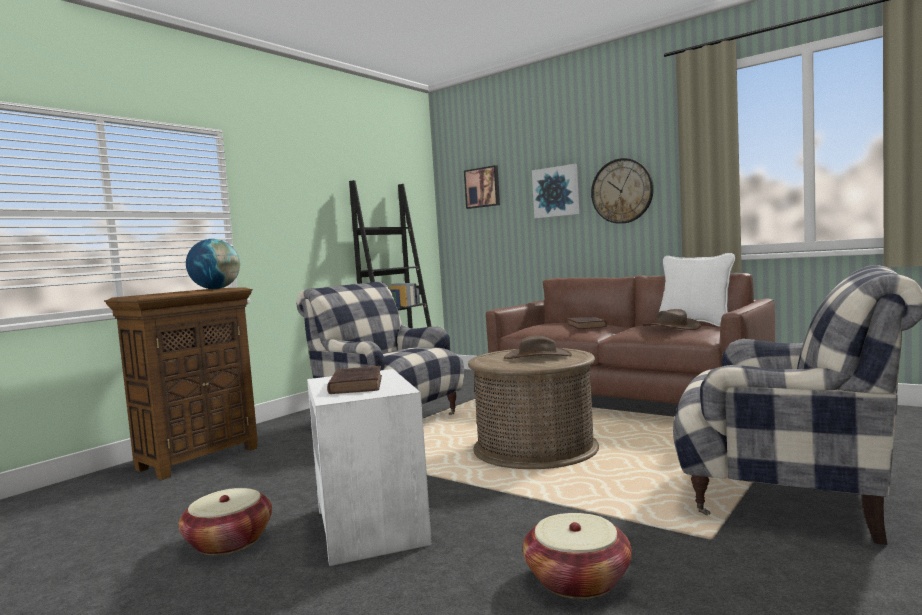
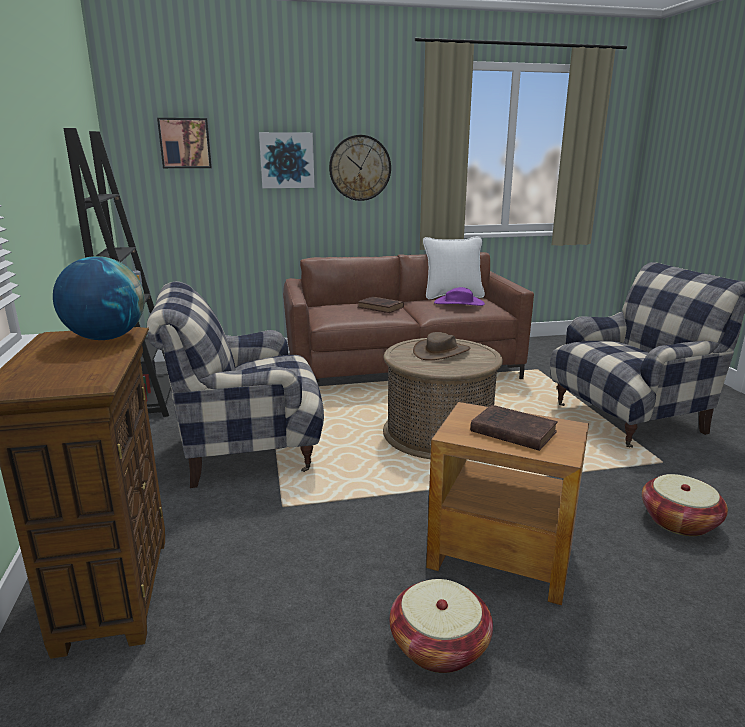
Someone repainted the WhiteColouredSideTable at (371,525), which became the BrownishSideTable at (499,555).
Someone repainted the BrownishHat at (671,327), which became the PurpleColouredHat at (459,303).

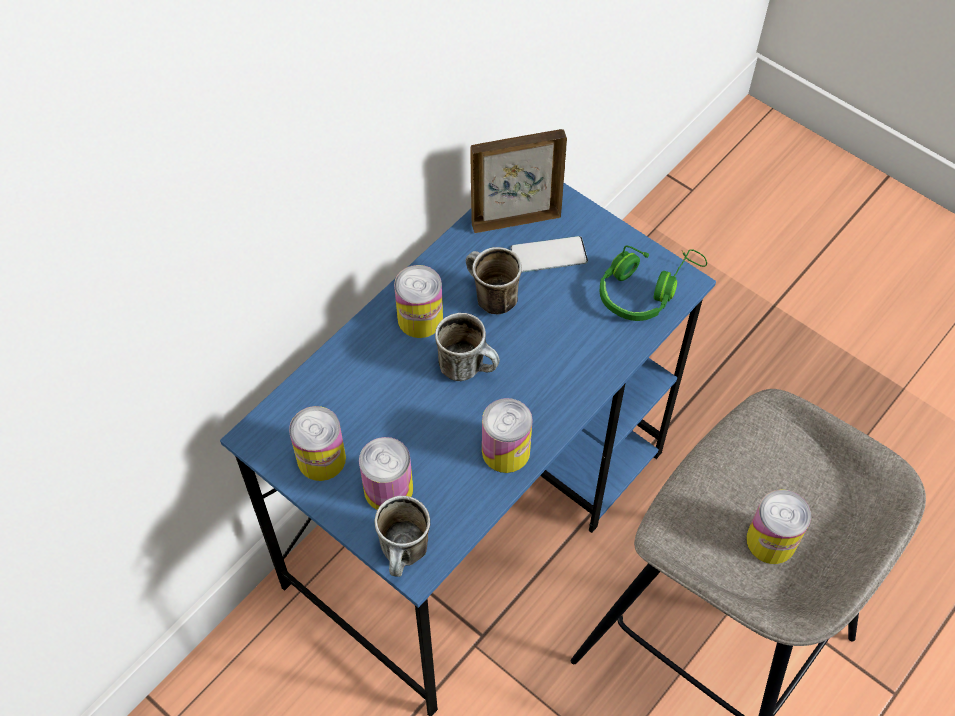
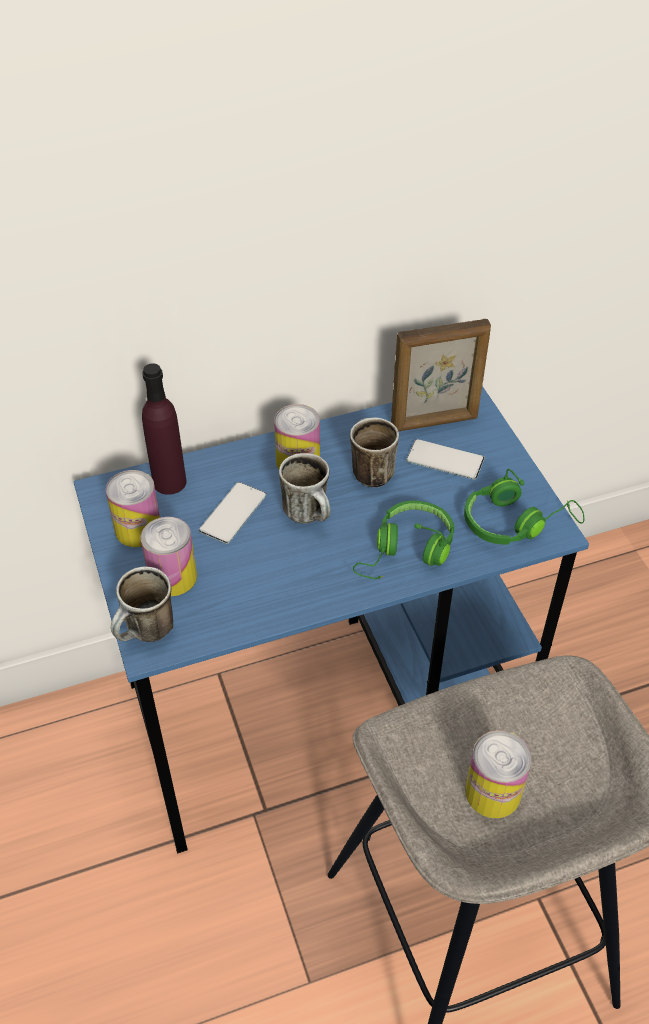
Someone rotated the PictureFrame at (515,220) by 150 degrees clockwise.
Someone took away the Can at (506,451).
Someone put down the PurpleColouredBeverageBottle at (169,482).
Someone put down the Telephone at (233,513).
Someone put down the GreenishHeadset at (407,551).

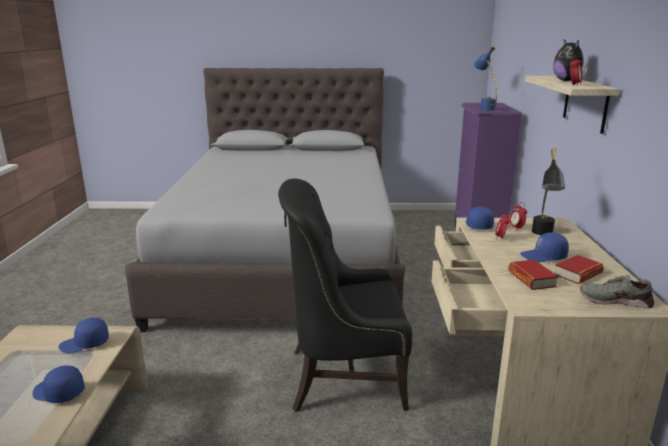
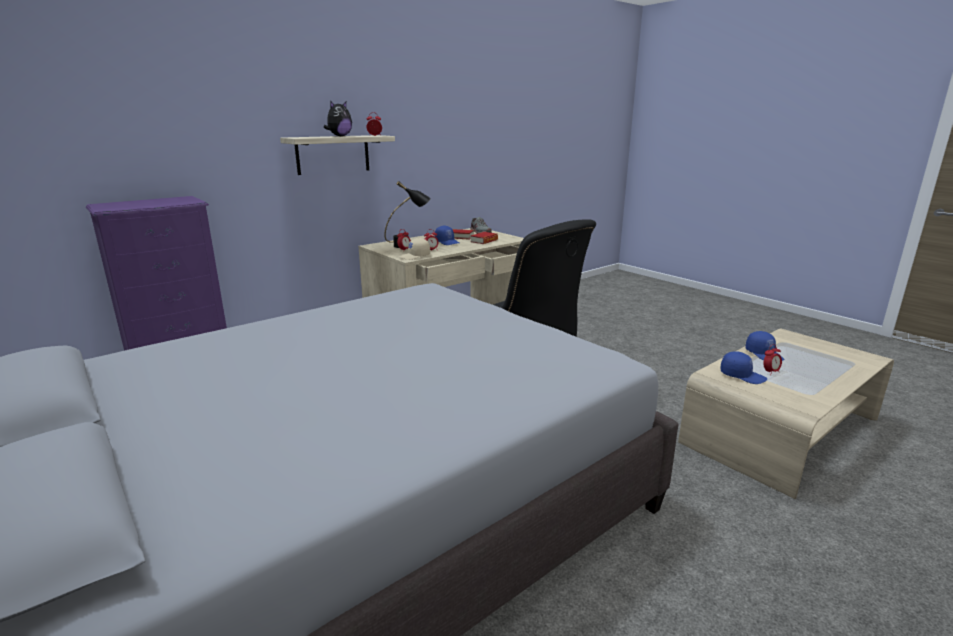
Someone repainted the BluishPeakedCap at (478,225), which became the BeigeColouredPeakedCap at (415,256).
Someone took away the BluishLampForATable at (484,108).
Someone put down the BedsideClock at (770,372).

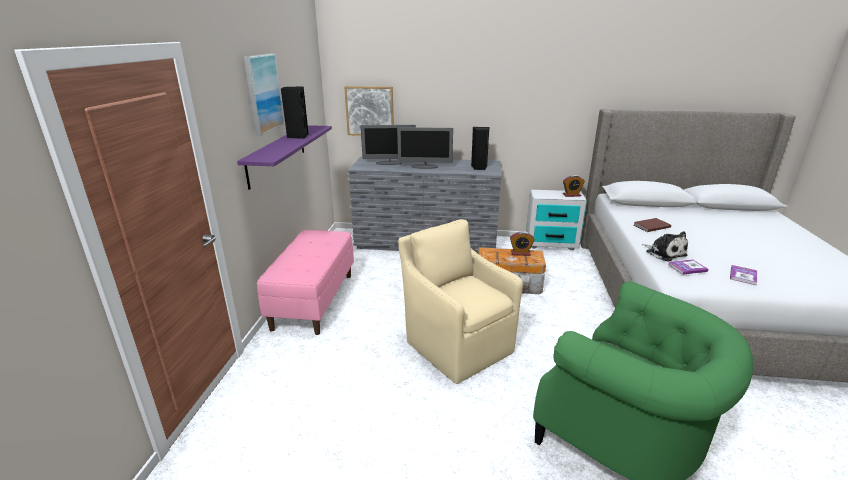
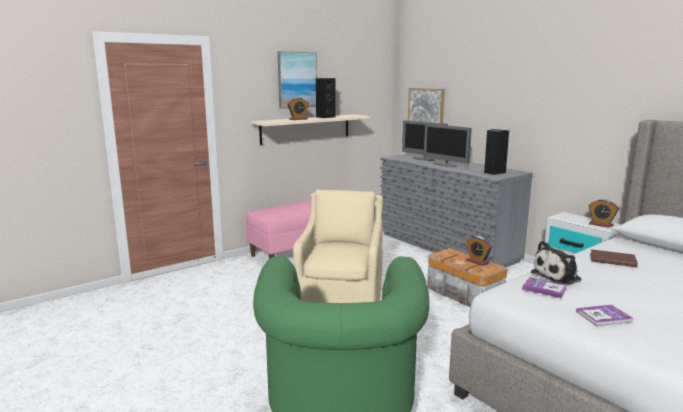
Someone repainted the PurpleColouredBracketShelf at (277,154), which became the BeigeColouredBracketShelf at (306,128).
Someone rotated the SoftToy at (664,253) by 45 degrees clockwise.
Someone put down the BedsideClock at (298,119).

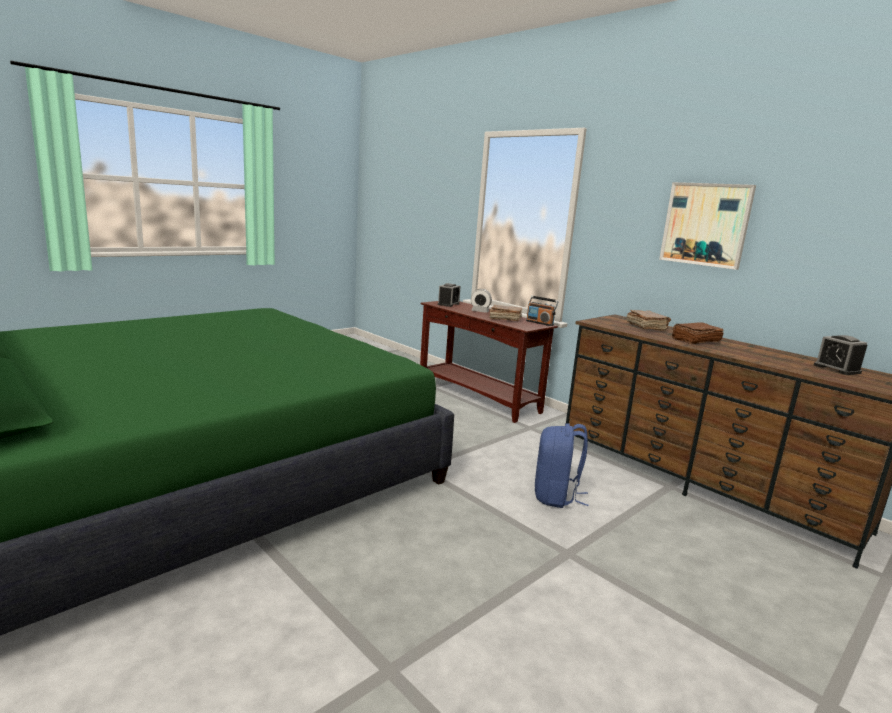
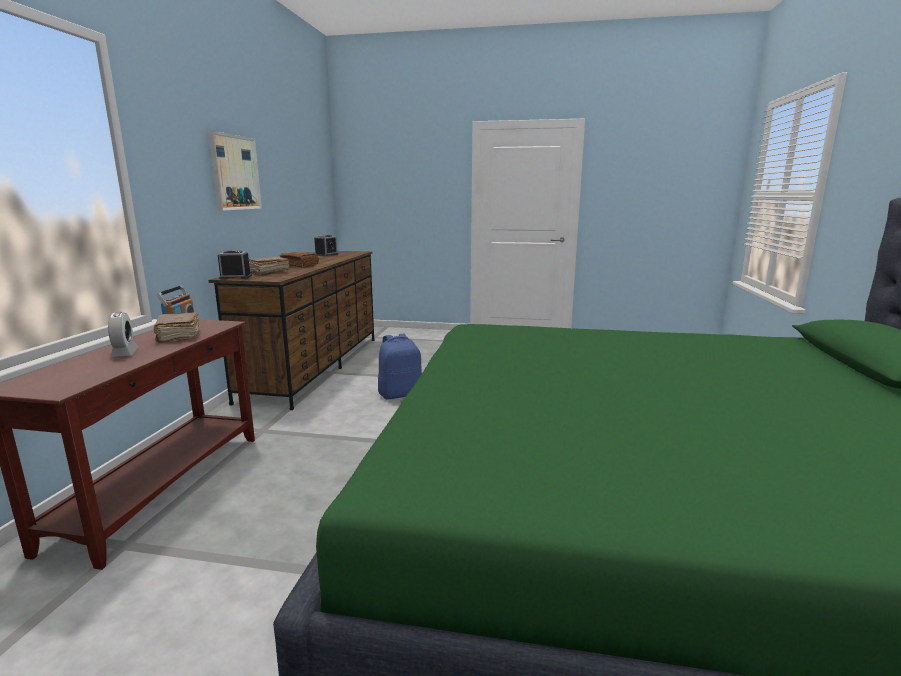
Someone carried the BedsideClock from (448,304) to (235,277).

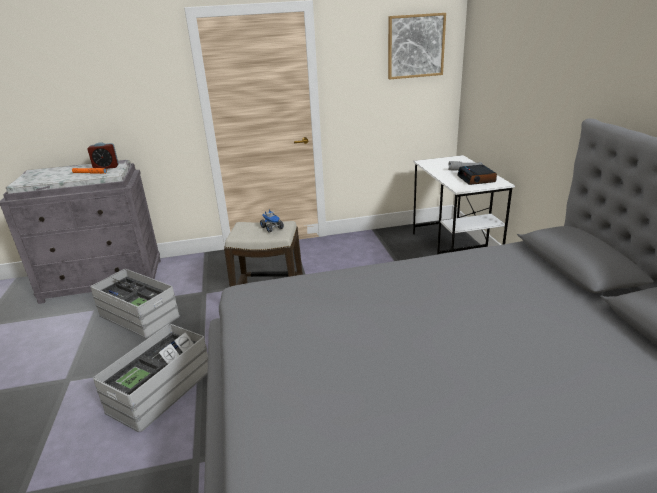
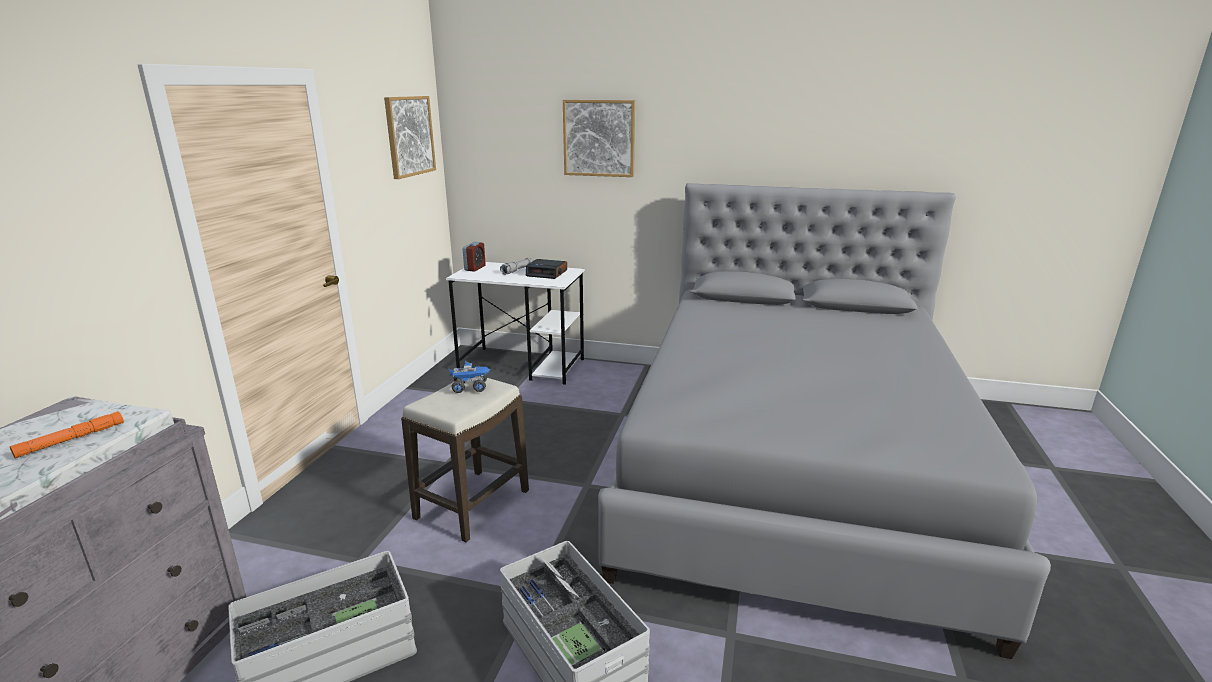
Someone carried the BedsideClock from (106,167) to (475,268).
Someone put up the WallPicture at (599,138).

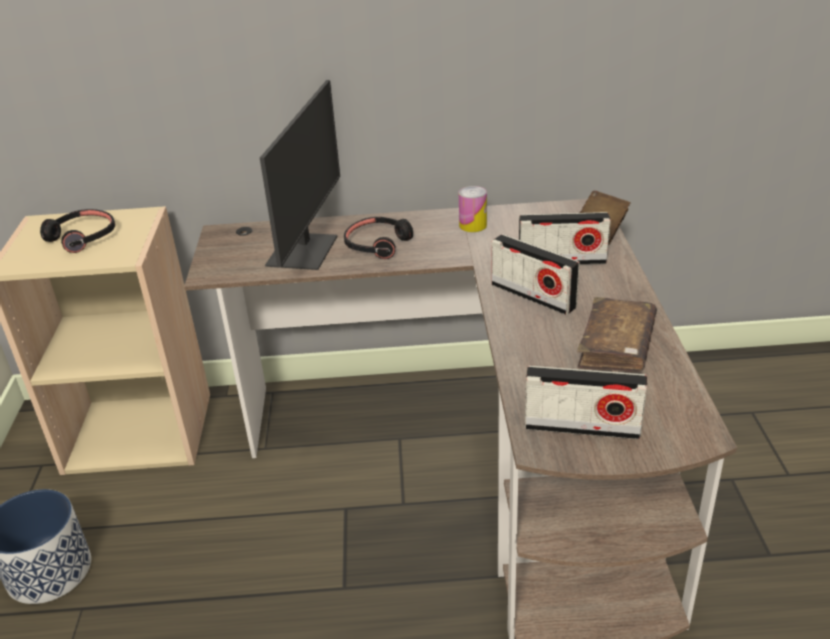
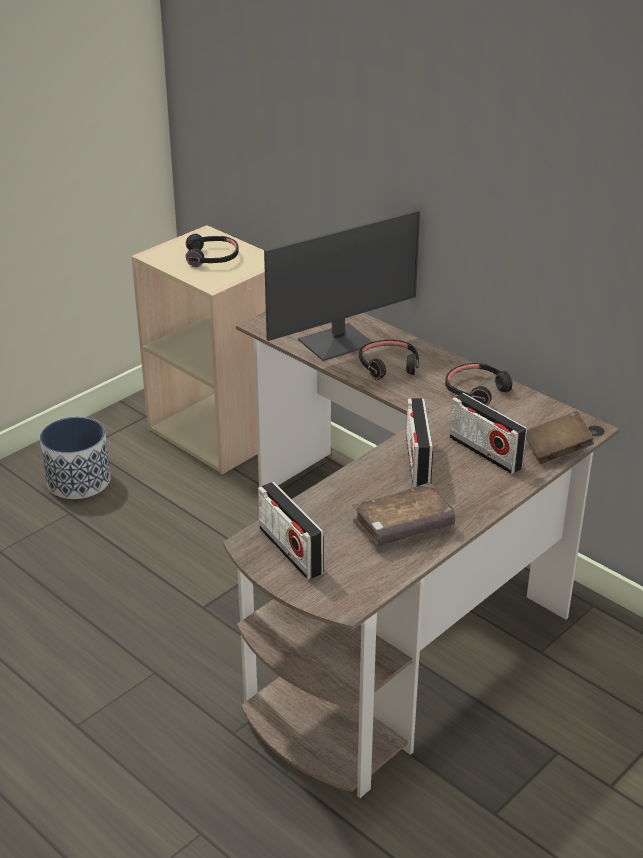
Someone swapped the Can at (473,225) for the BlackishHeadset at (476,390).

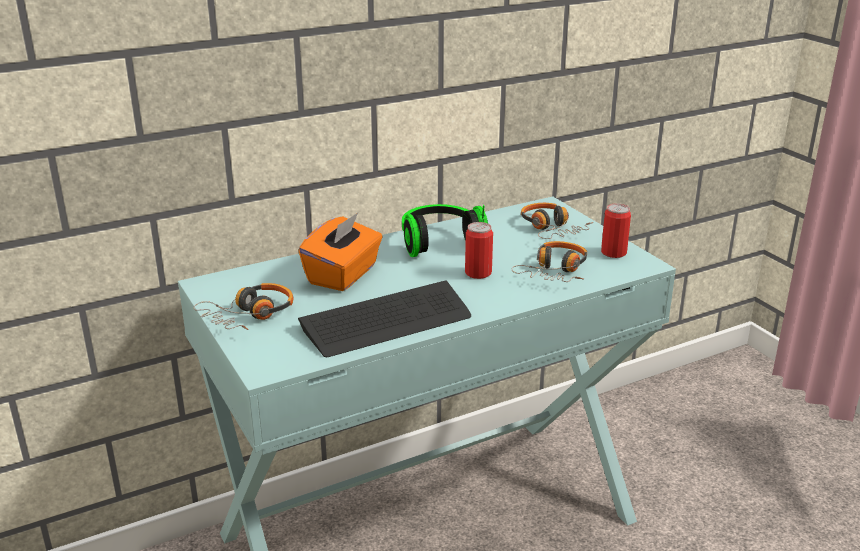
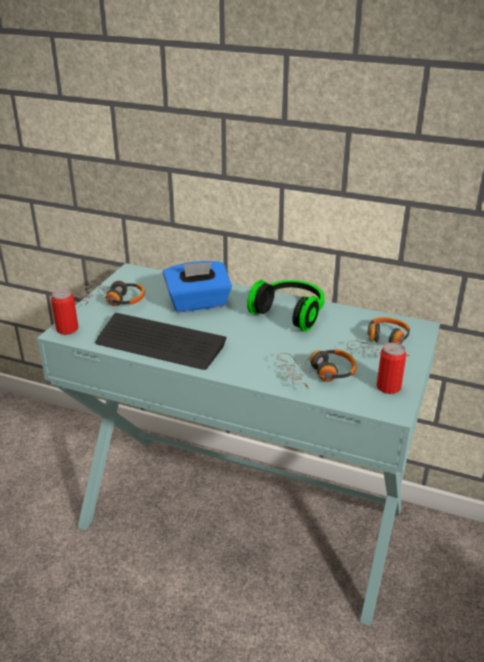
Someone repainted the OrangeColouredBoxOfTissues at (343,275), which became the BluishBoxOfTissues at (198,303).
Someone carried the Can from (478,273) to (67,329).

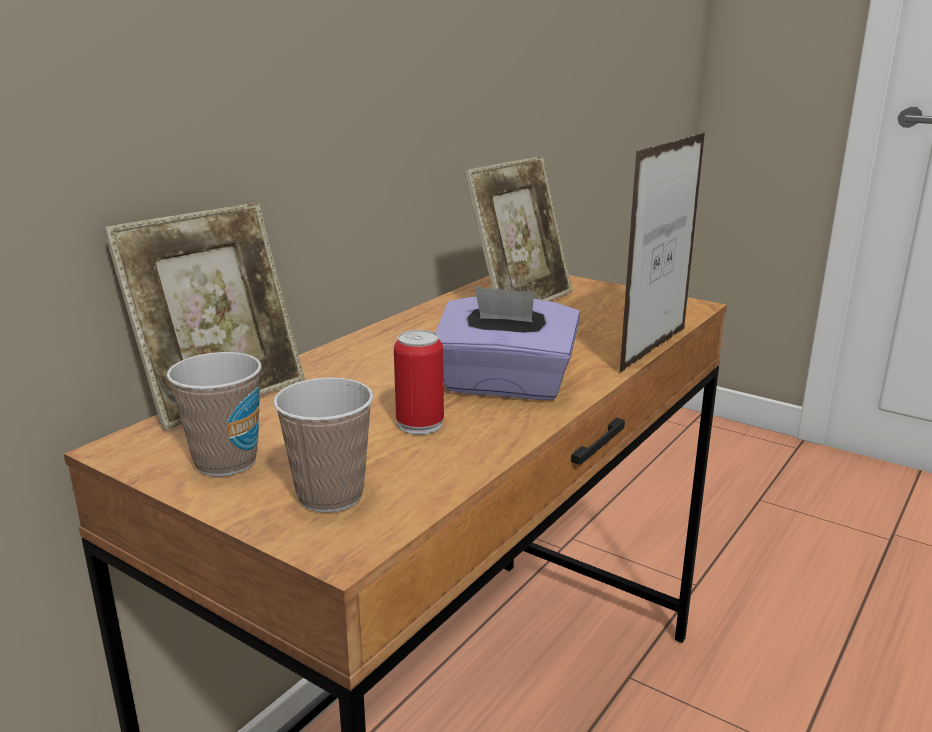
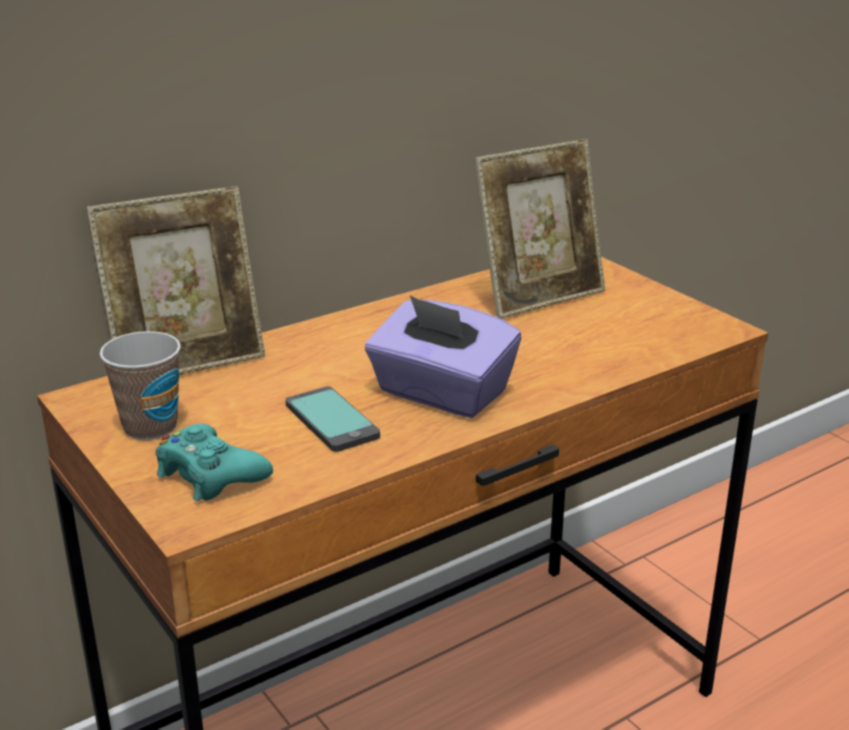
Someone swapped the Cup at (330,496) for the TurquoiseColouredGameController at (210,475).
Someone swapped the Can at (420,424) for the Telephone at (332,420).
Someone took away the PictureFrame at (654,349).

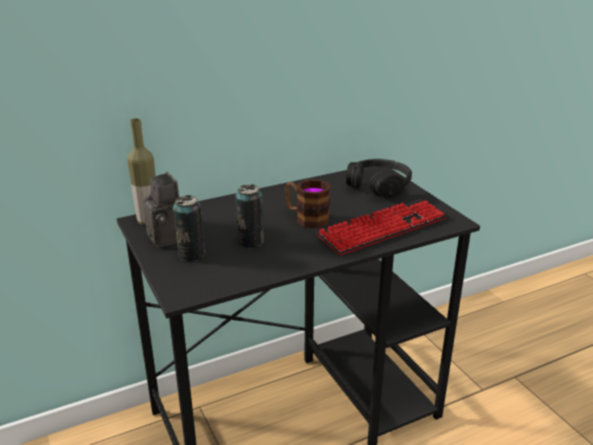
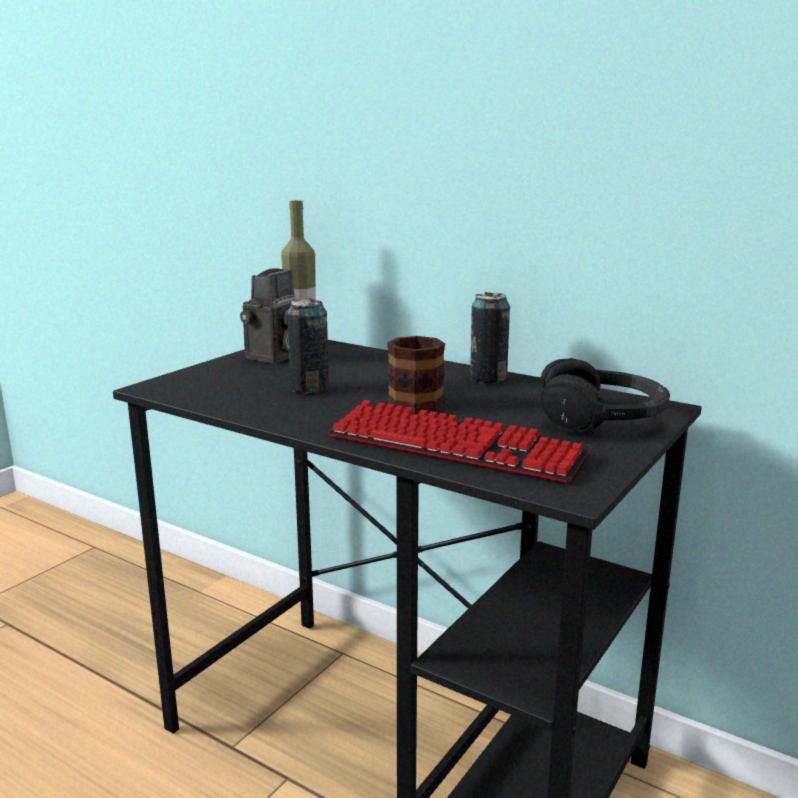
Someone carried the Can from (191,254) to (488,378).

